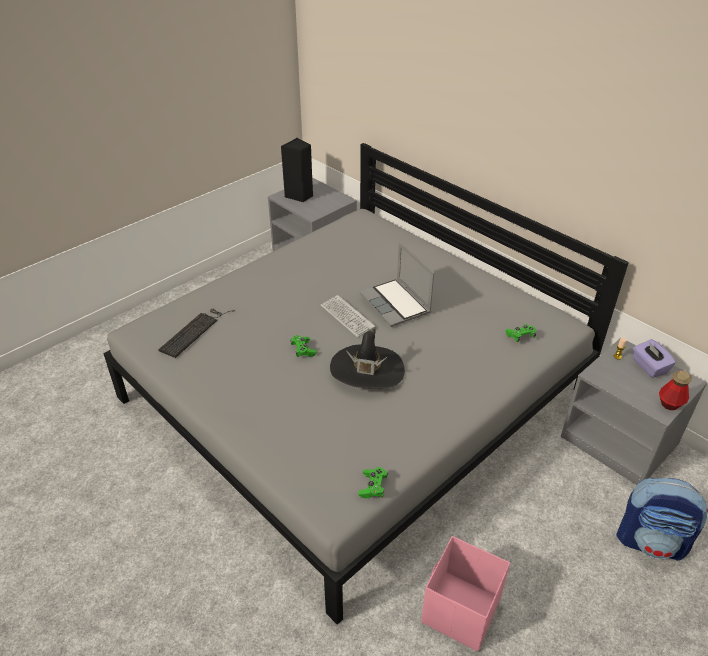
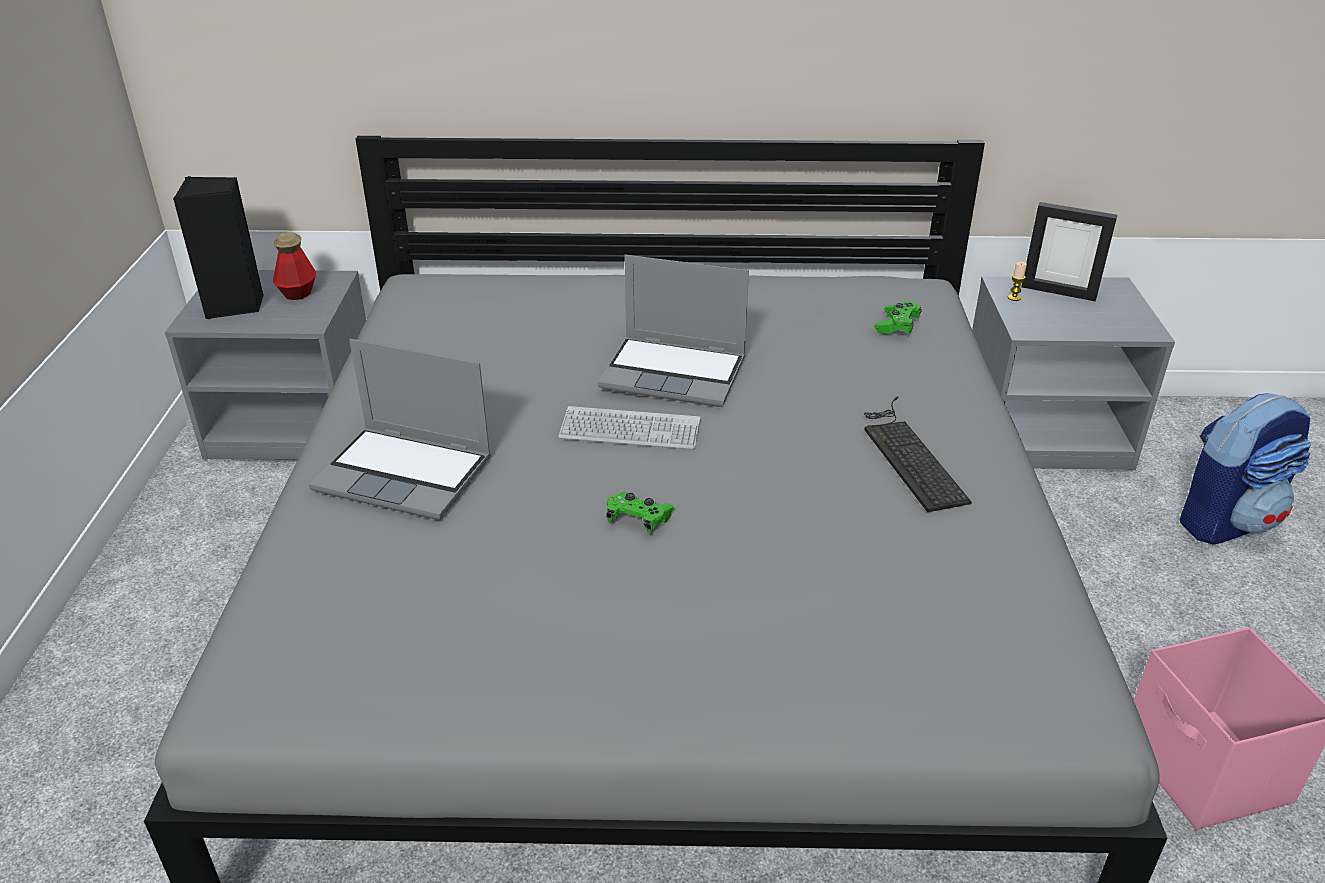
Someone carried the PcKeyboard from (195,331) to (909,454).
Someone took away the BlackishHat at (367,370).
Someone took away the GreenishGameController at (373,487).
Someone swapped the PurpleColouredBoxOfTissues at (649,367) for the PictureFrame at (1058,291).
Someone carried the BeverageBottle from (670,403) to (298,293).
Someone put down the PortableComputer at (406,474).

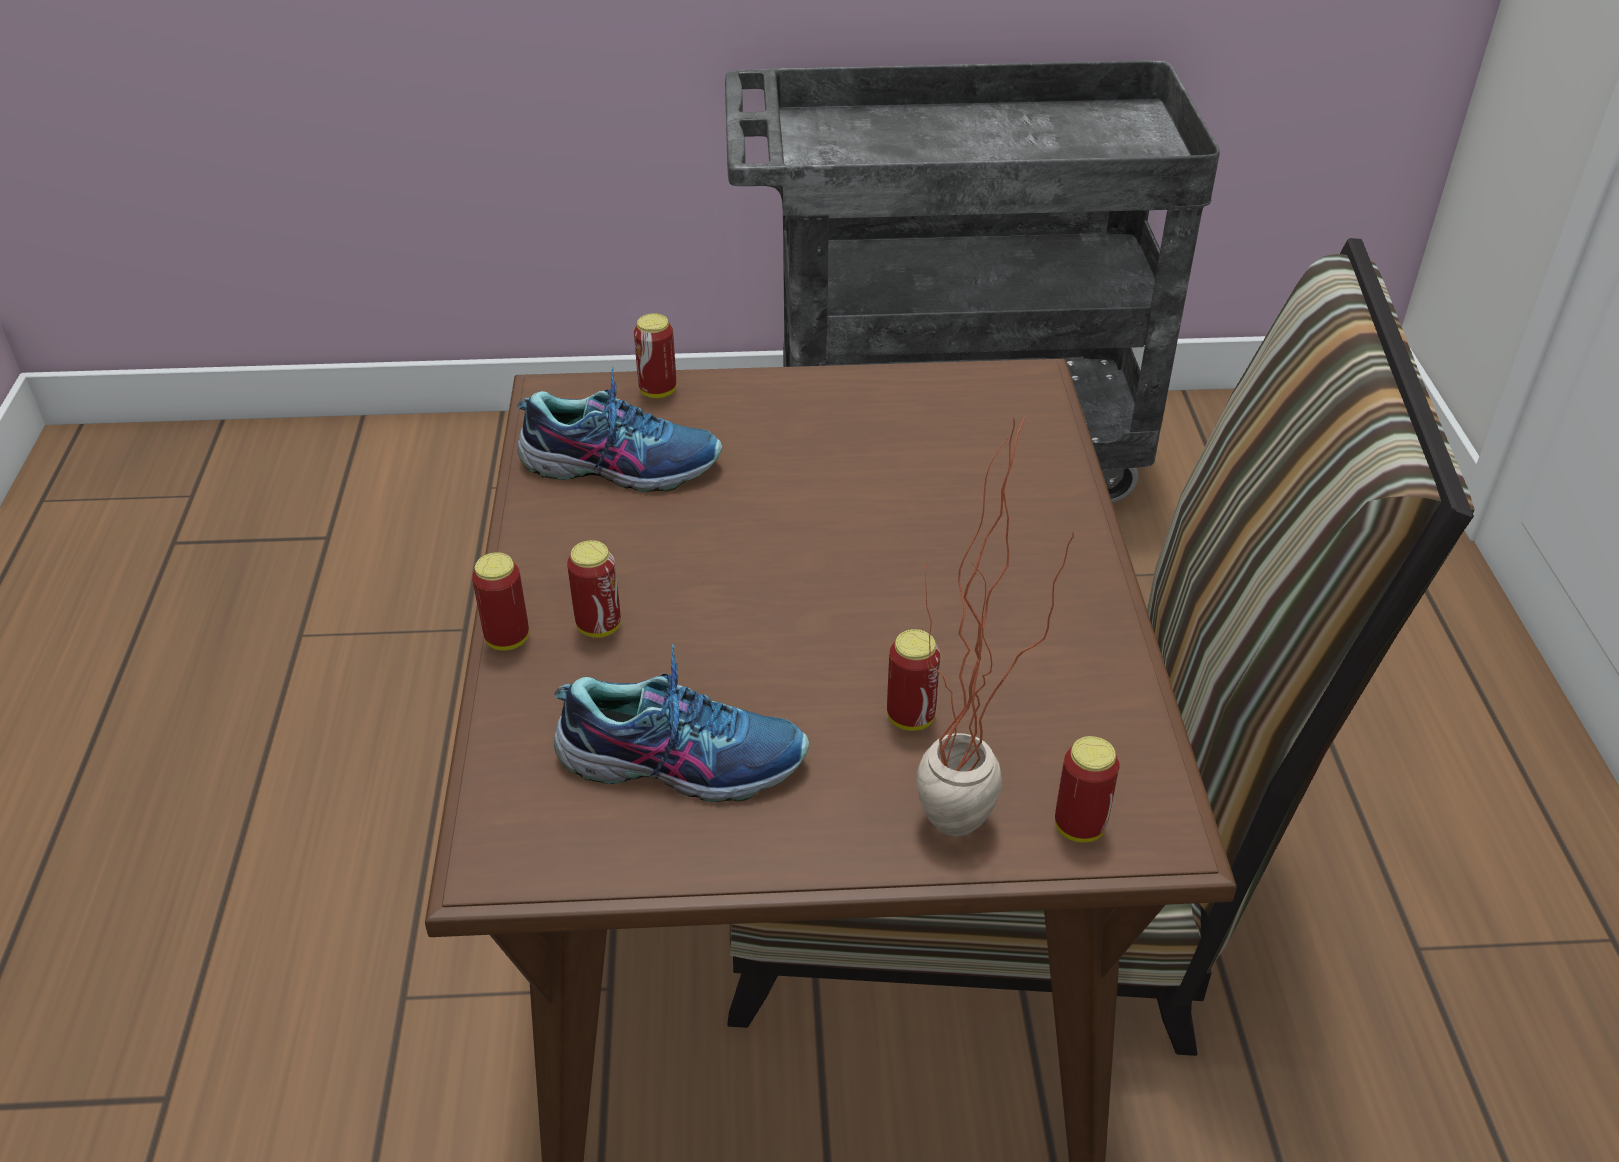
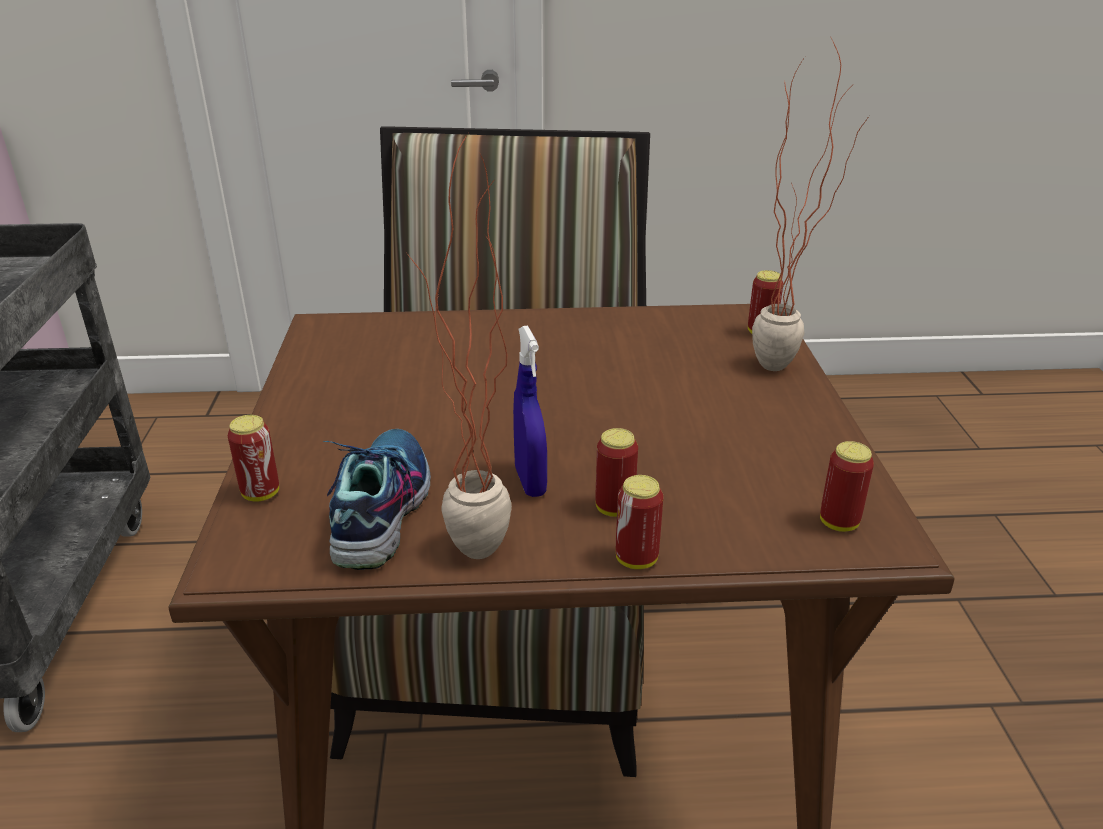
Someone took away the ItemOfFootwear at (682,759).
Someone carried the Can from (910,717) to (838,522).
Someone put down the PottedPlant at (475,564).
Someone put down the BluishSprayBottle at (530,482).

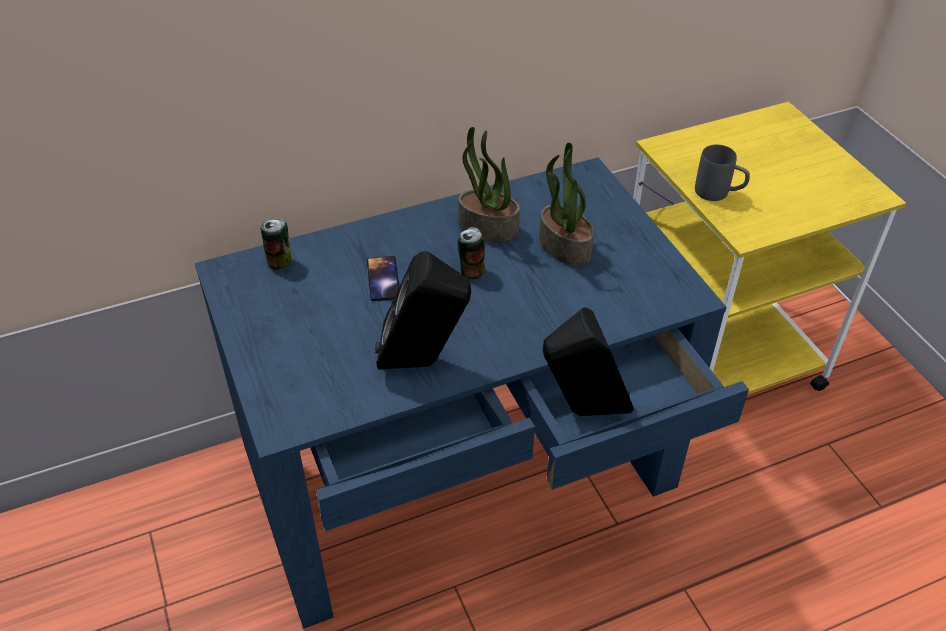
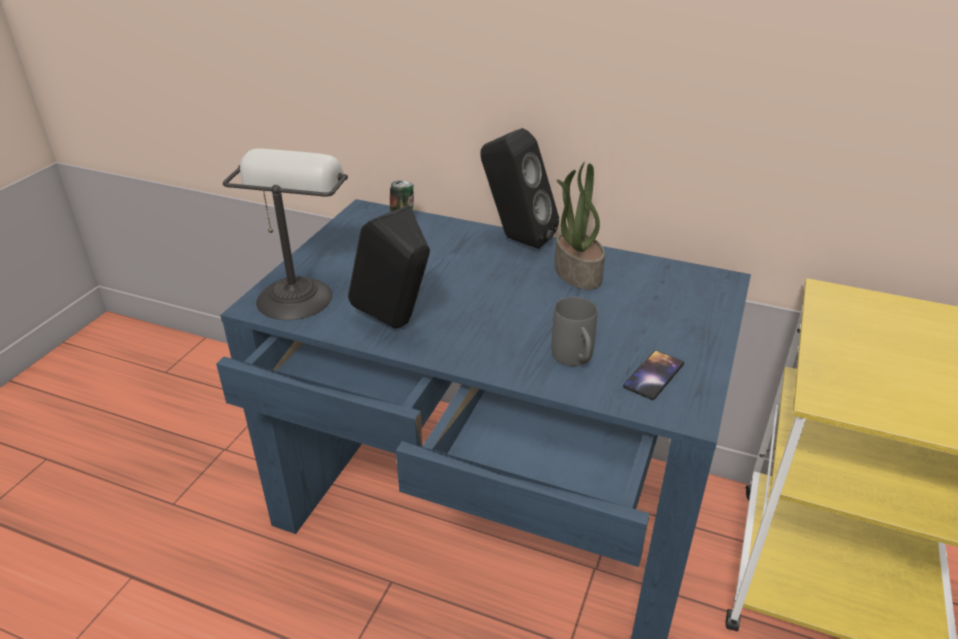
Someone carried the Telephone from (383,279) to (653,375).
Someone took away the Can at (471,271).
Someone took away the PottedPlant at (563,247).
Someone carried the BlackishSpeaker from (582,411) to (516,239).
Someone carried the GreyCoffeeMug from (719,193) to (575,360).
Someone put down the LampForATable at (299,289).

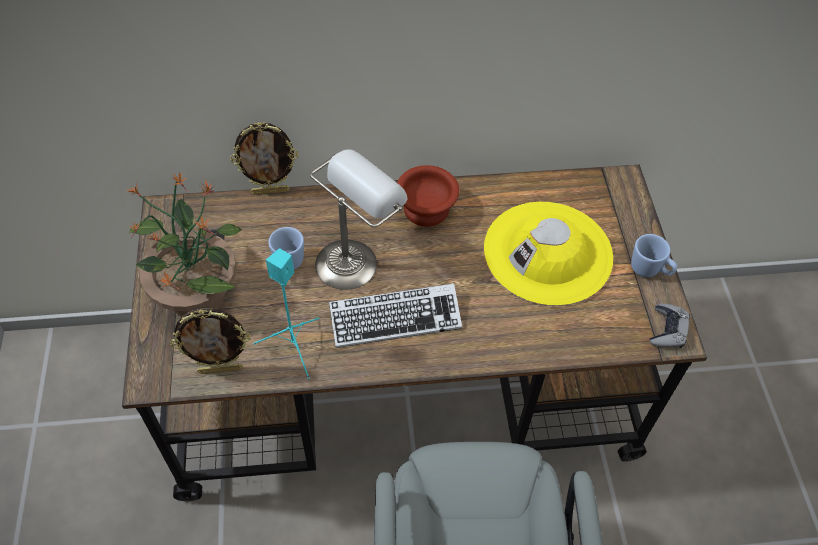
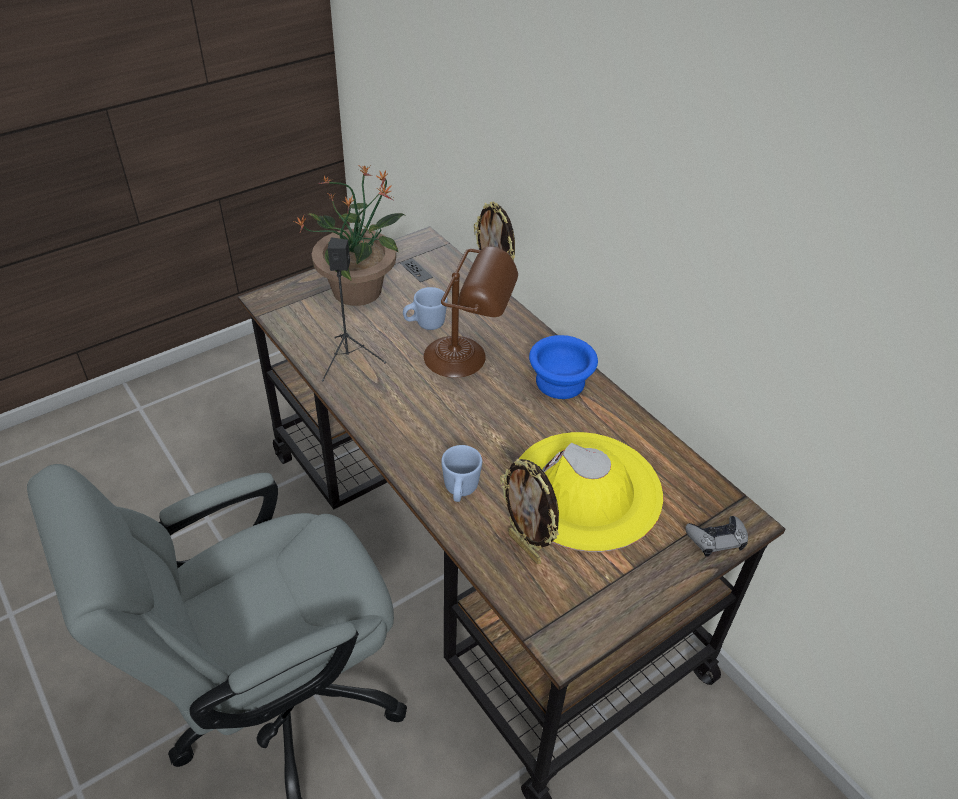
Someone carried the PictureFrame from (221,369) to (525,547).
Someone repainted the TurquoiseColouredSpeaker at (294,347), which became the BlackishSpeaker at (347,360).
Someone repainted the WhiteColouredLampForATable at (354,255), which became the BrownishLampForATable at (468,358).
Someone took away the PcKeyboard at (395,319).
Someone repainted the BrownishDeepDish at (426,207), which became the BluishDeepDish at (561,381).
Someone carried the BluishCoffeeMug from (649,270) to (460,491).
Someone carried the GreyGameController from (668,330) to (716,539).

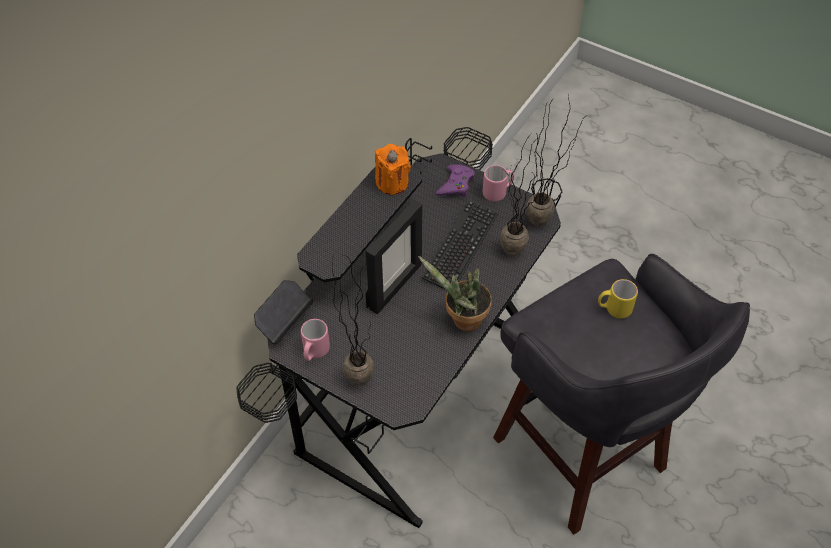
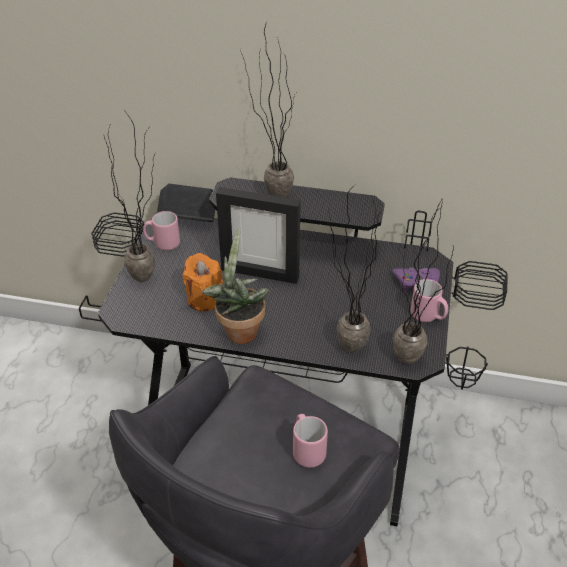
Someone carried the OrangeColouredWaxCandle from (392,182) to (204,299).
Someone took away the PcKeyboard at (460,247).
Someone repainted the YellowColouredCoffeeMug at (613,309), which became the PinkishCoffeeMug at (307,450).
Someone put down the PottedPlant at (270,194).

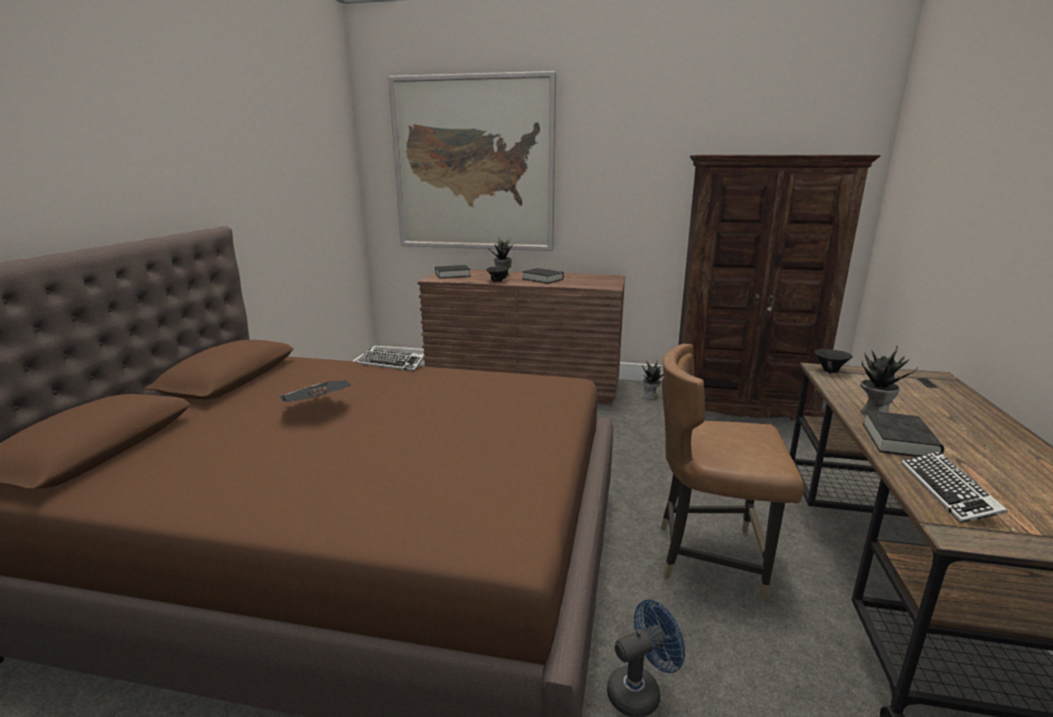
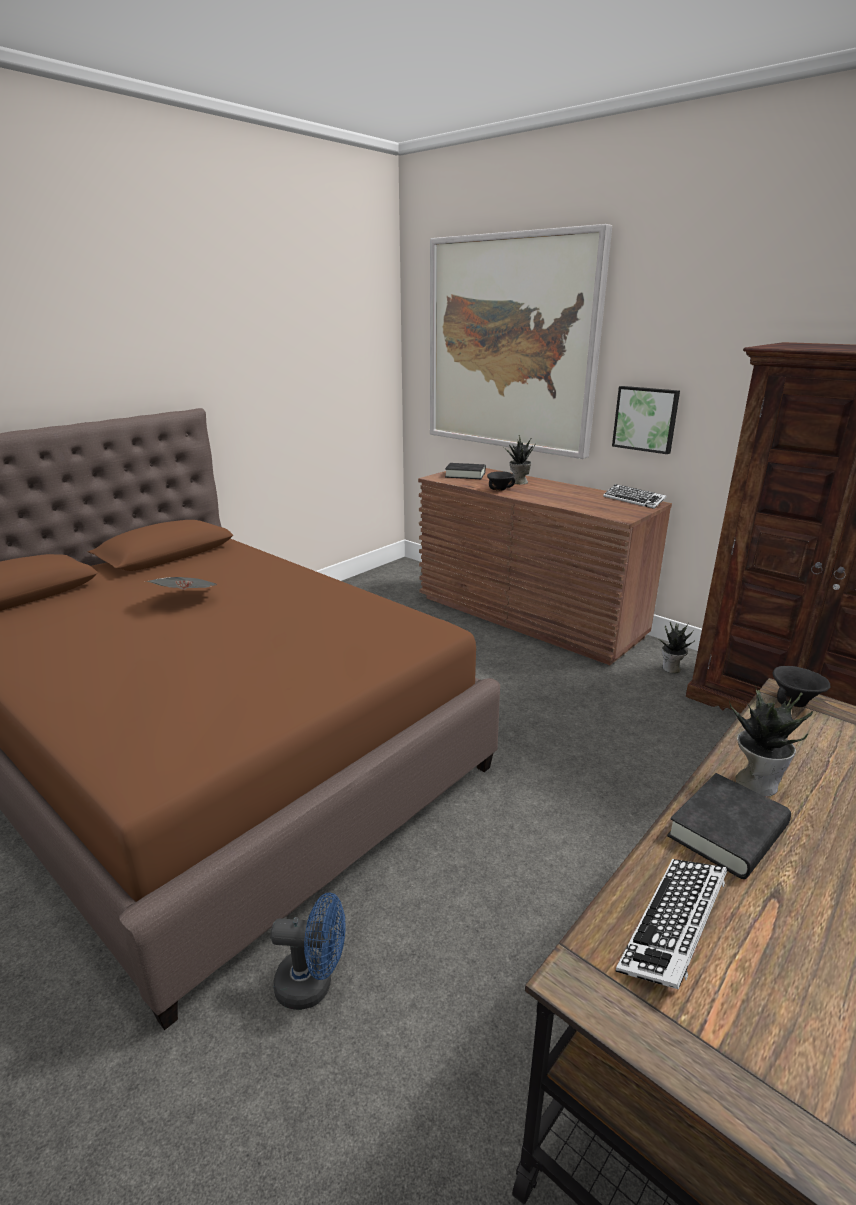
Someone carried the PcKeyboard from (391,363) to (633,500).
Someone took away the BlackishVolume at (543,279).
Someone took away the BrownishChair at (709,556).
Someone put up the WallPicture at (646,419).

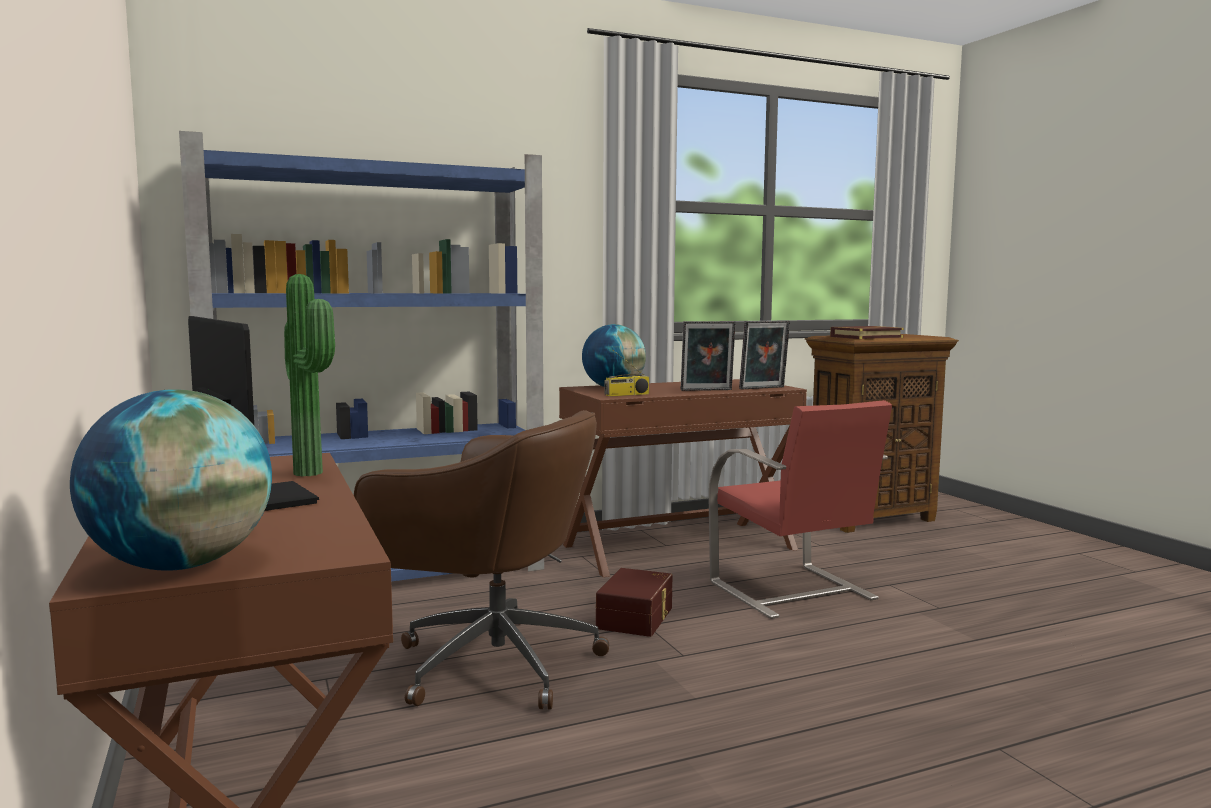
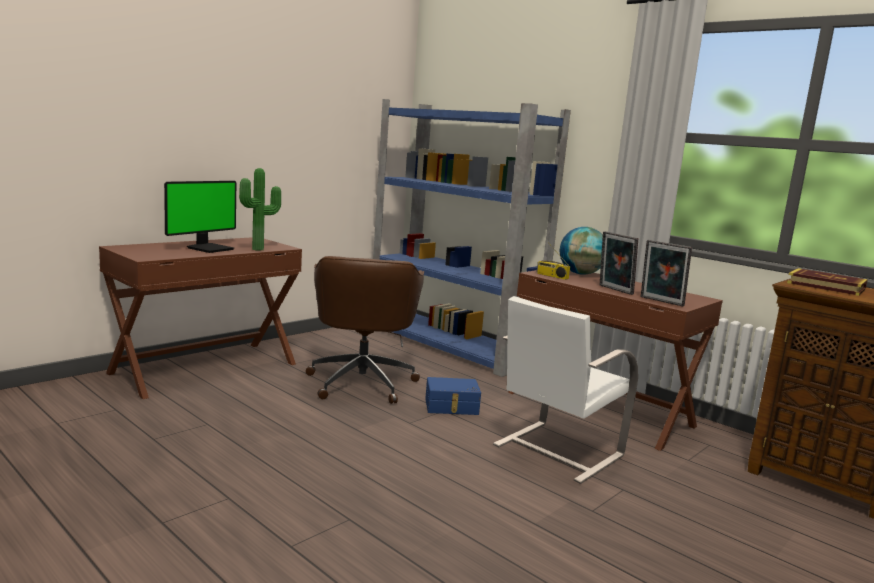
Someone took away the Globe at (181,565).
Someone repainted the BrownishStorageBox at (637,618), which became the BluishStorageBox at (451,407).
Someone repainted the RedColouredChair at (793,591), which became the WhiteColouredChair at (556,451).

